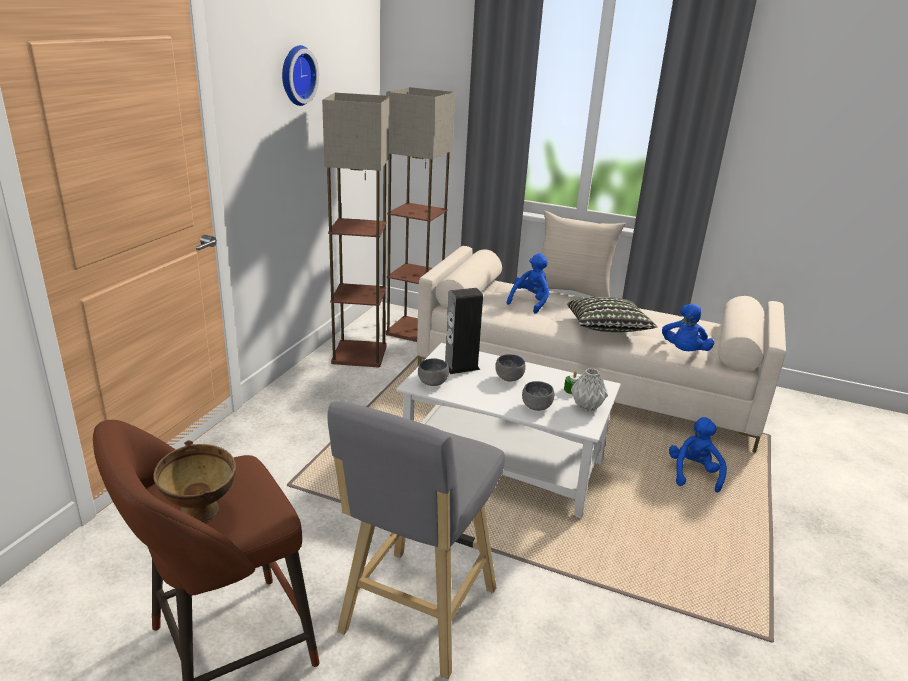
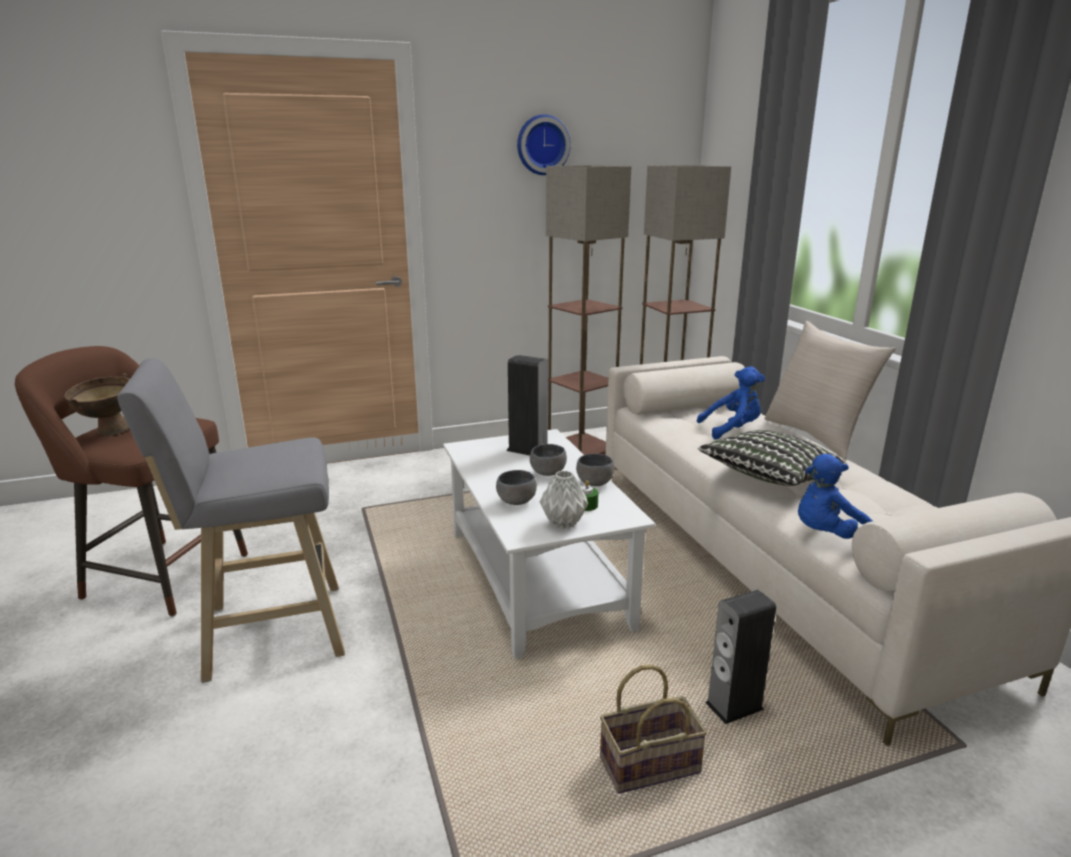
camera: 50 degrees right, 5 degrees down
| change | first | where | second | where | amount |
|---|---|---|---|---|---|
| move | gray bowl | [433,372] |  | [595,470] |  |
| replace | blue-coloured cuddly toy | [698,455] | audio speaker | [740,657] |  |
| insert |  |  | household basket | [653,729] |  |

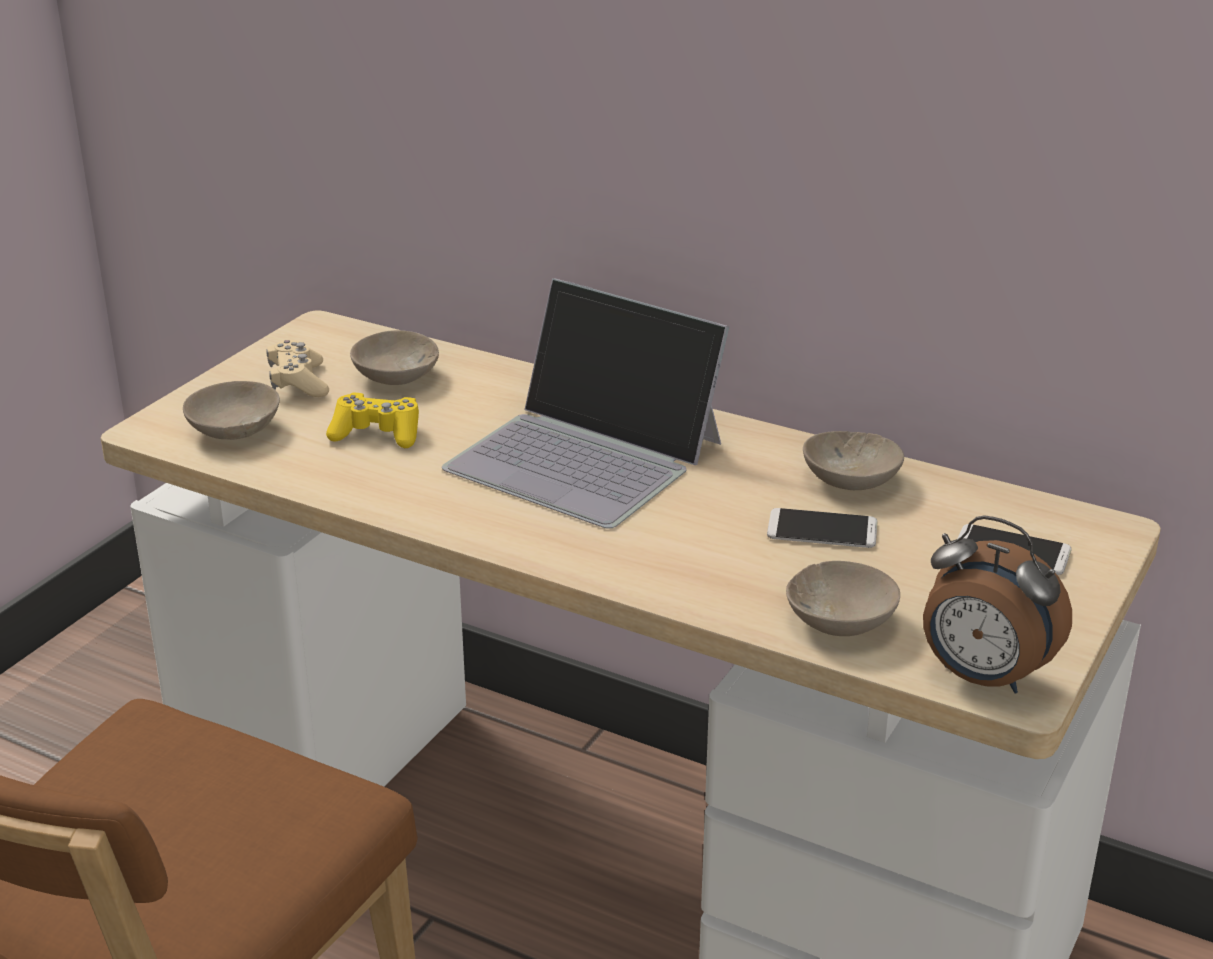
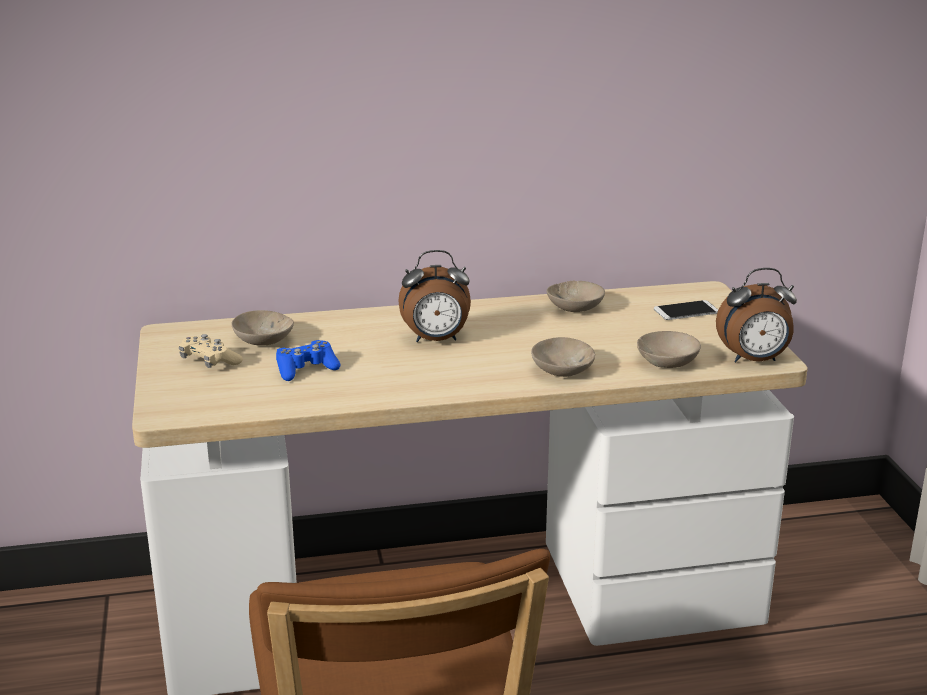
camera: 40 degrees left, 5 degrees down
| change | first | where | second | where | amount |
|---|---|---|---|---|---|
| move | sand-coloured bowl | [231,410] |  | [563,357] |  |
| recolor | yellow game controller | [372,420] | blue-coloured game controller | [308,360] |  |
| replace | laptop | [586,403] | table clock | [434,296] |  |
| delete | telephone | [822,528] |  |  |  |

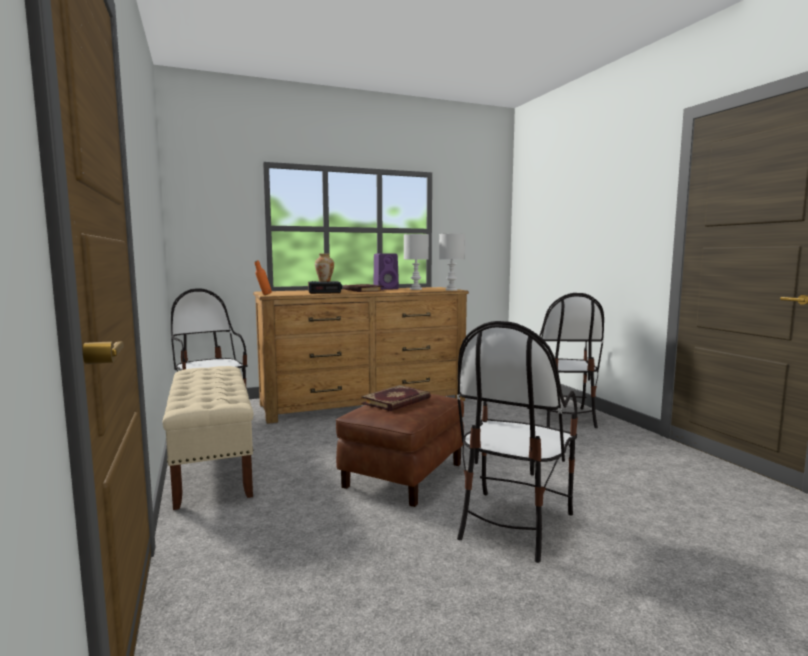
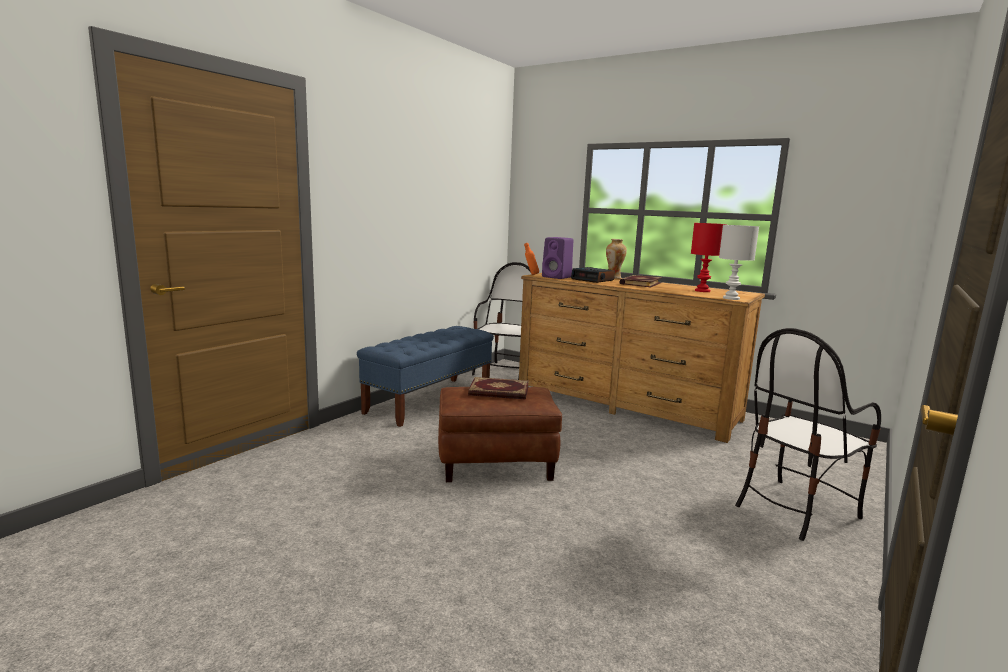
camera: 55 degrees right, 5 degrees up
| change | first | where | second | where | amount |
|---|---|---|---|---|---|
| recolor | sand-coloured indoor bench | [208,438] | blue-coloured indoor bench | [425,376] |  |
| move | purplish audio speaker | [386,271] |  | [557,258] |  |
| recolor | whitish lamp for a table | [416,262] | red-coloured lamp for a table | [709,257] |  |
| delete | plain chair | [517,442] |  |  |  |

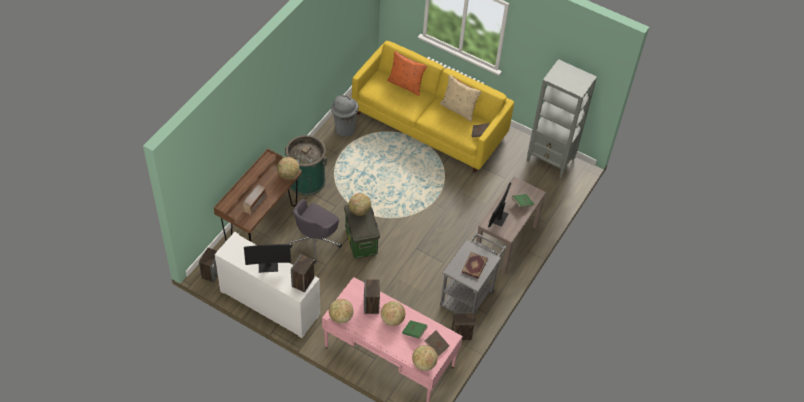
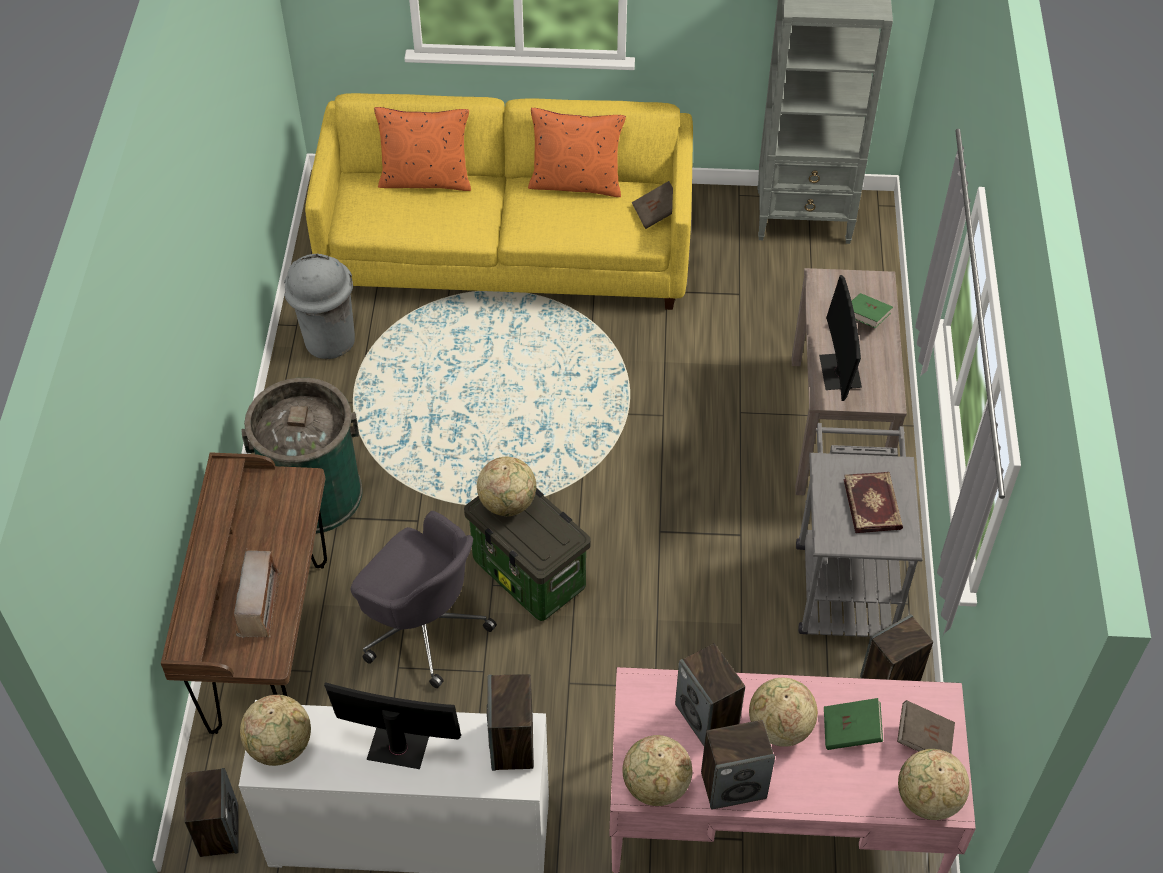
camera: 25 degrees left, 0 degrees up
| change | first | where | second | where | amount |
|---|---|---|---|---|---|
| rotate | computer display | [267,258] |  | [392,725] | 135 degrees counterclockwise |
| move | globe | [288,168] |  | [275,730] |  |
| rotate | gray office chair | [315,231] |  | [424,599] | 60 degrees counterclockwise |
| recolor | sand-coloured throw pillow | [461,98] | orange throw pillow | [577,152] |  |
| insert |  |  | audio speaker | [738,765] |  |

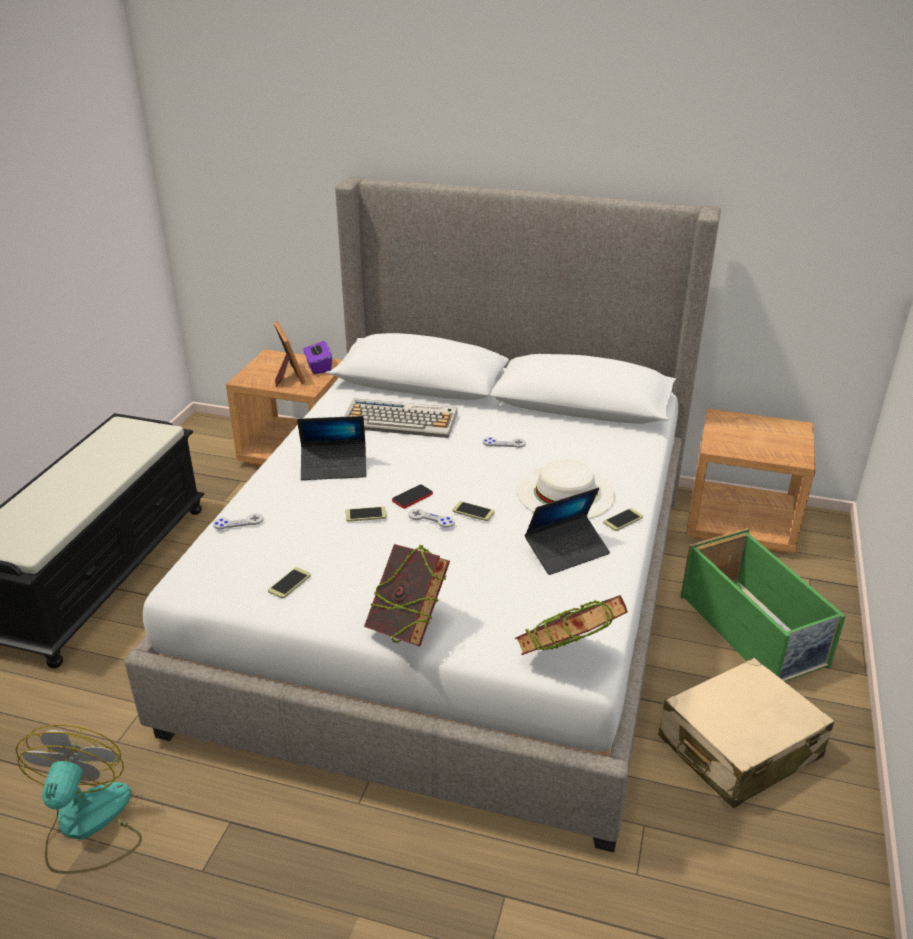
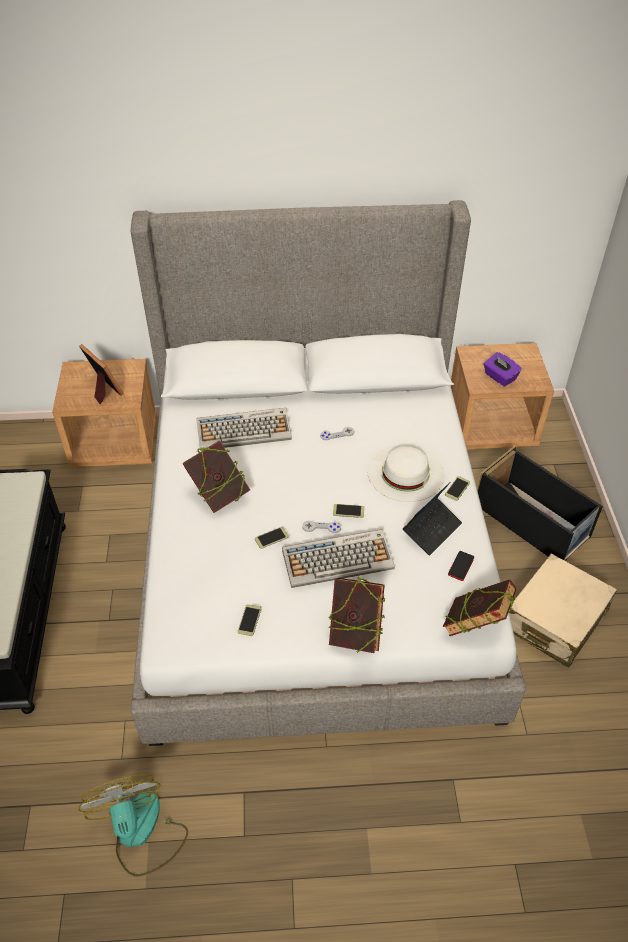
camera: 20 degrees left, 15 degrees up
| change | first | where | second | where | amount |
|---|---|---|---|---|---|
| delete | gray game controller | [238,521] |  |  |  |
| replace | laptop | [331,448] | volume | [216,477] |  |
| move | purplish tissue holder | [317,357] |  | [502,369] |  |
| move | telephone | [412,496] |  | [461,566] |  |
| recolor | greenish storage bin | [763,605] | blackish storage bin | [540,503] |  |
| insert |  |  | keyboard | [338,558] |  |

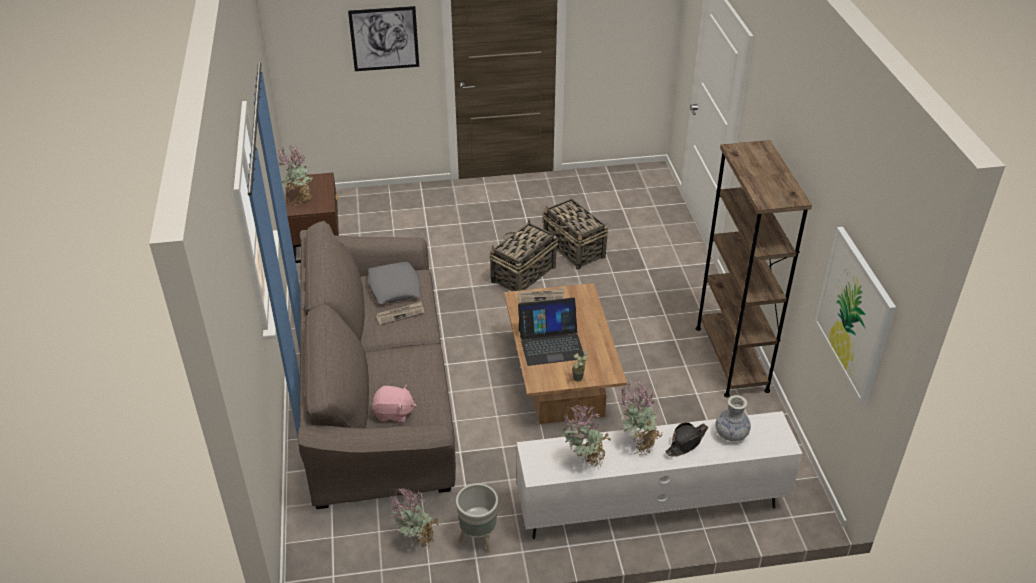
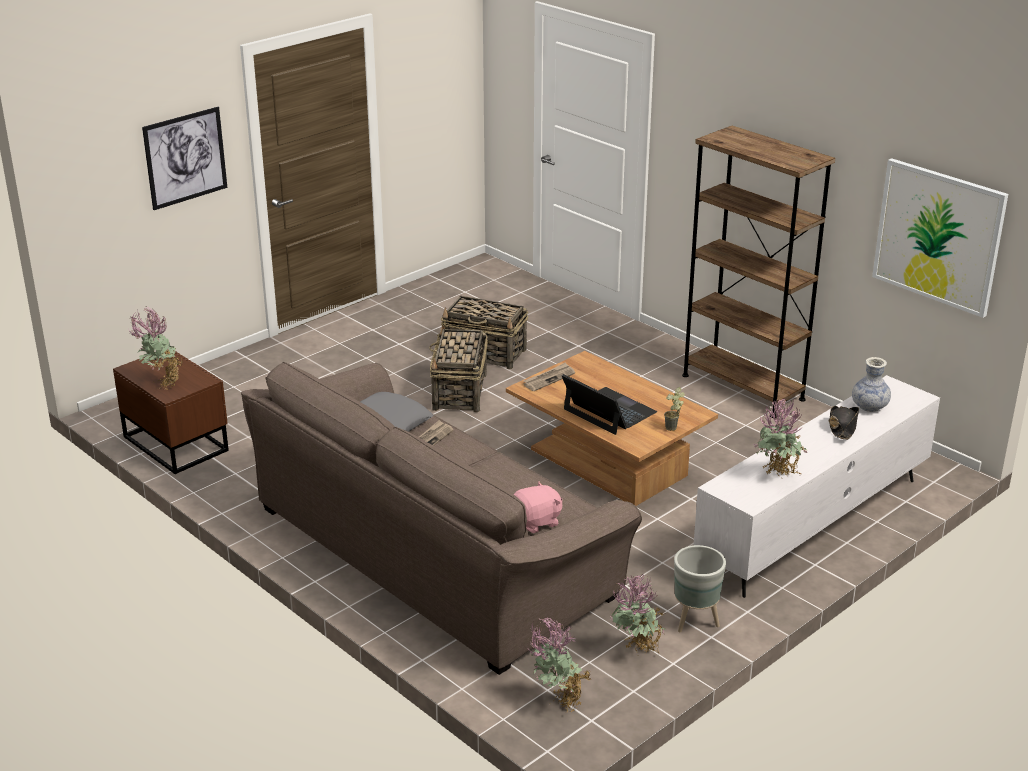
camera: 35 degrees left, 10 degrees down
| change | first | where | second | where | amount |
|---|---|---|---|---|---|
| rotate | laptop | [551,332] |  | [609,404] | 90 degrees counterclockwise |
| move | plant in a pot | [639,417] |  | [560,665] |  |

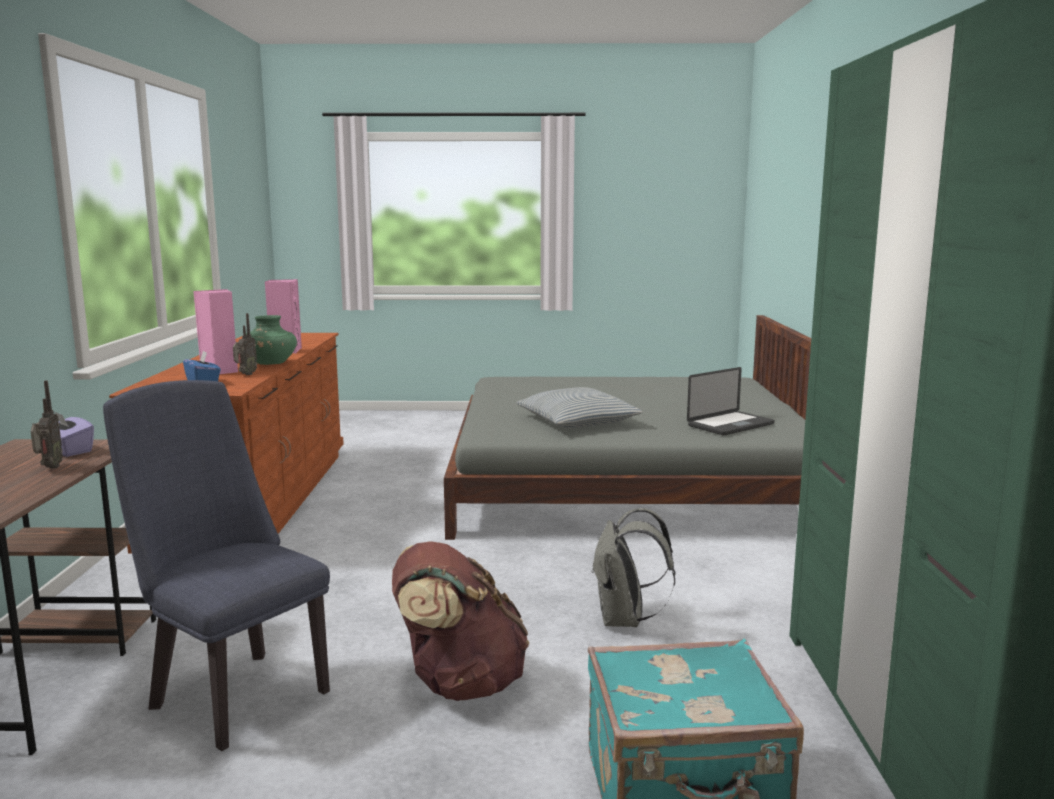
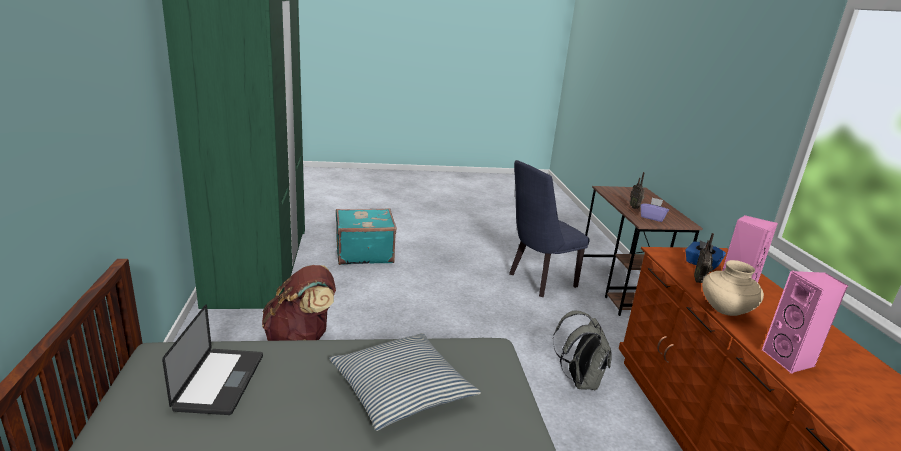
camera: 170 degrees right, 10 degrees up
| change | first | where | second | where | amount |
|---|---|---|---|---|---|
| rotate | blue-coloured plain chair | [216,565] |  | [549,228] | 120 degrees clockwise |
| recolor | greenish flower vase | [271,340] | sand-coloured flower vase | [733,288] |  |
| move | brownish knapsack | [460,621] |  | [299,303] |  |
| move | gray knapsack | [633,567] |  | [582,350] |  |
| rotate | laptop | [731,401] |  | [212,360] | 135 degrees clockwise |

